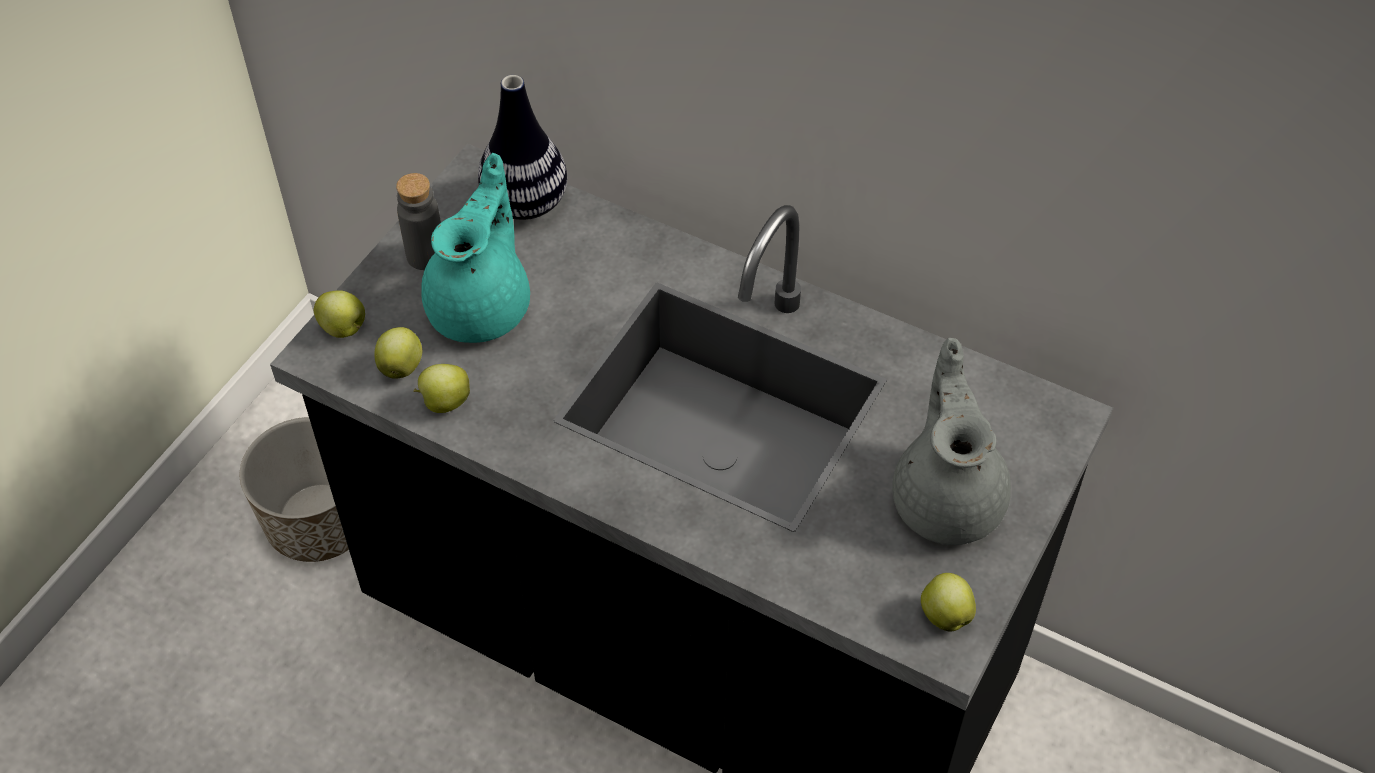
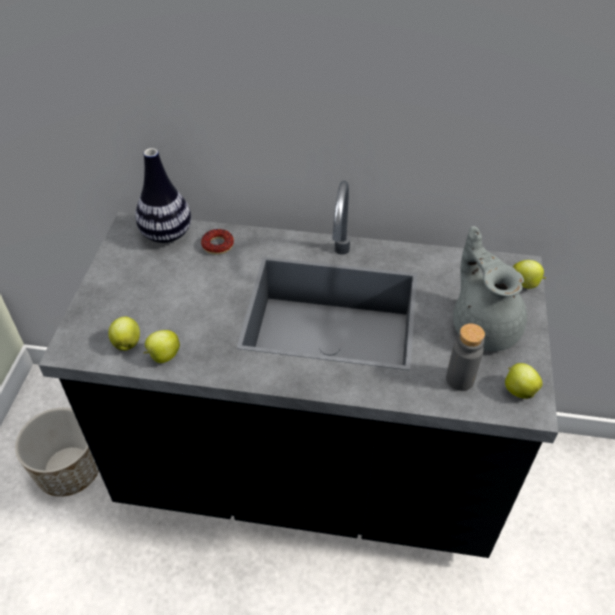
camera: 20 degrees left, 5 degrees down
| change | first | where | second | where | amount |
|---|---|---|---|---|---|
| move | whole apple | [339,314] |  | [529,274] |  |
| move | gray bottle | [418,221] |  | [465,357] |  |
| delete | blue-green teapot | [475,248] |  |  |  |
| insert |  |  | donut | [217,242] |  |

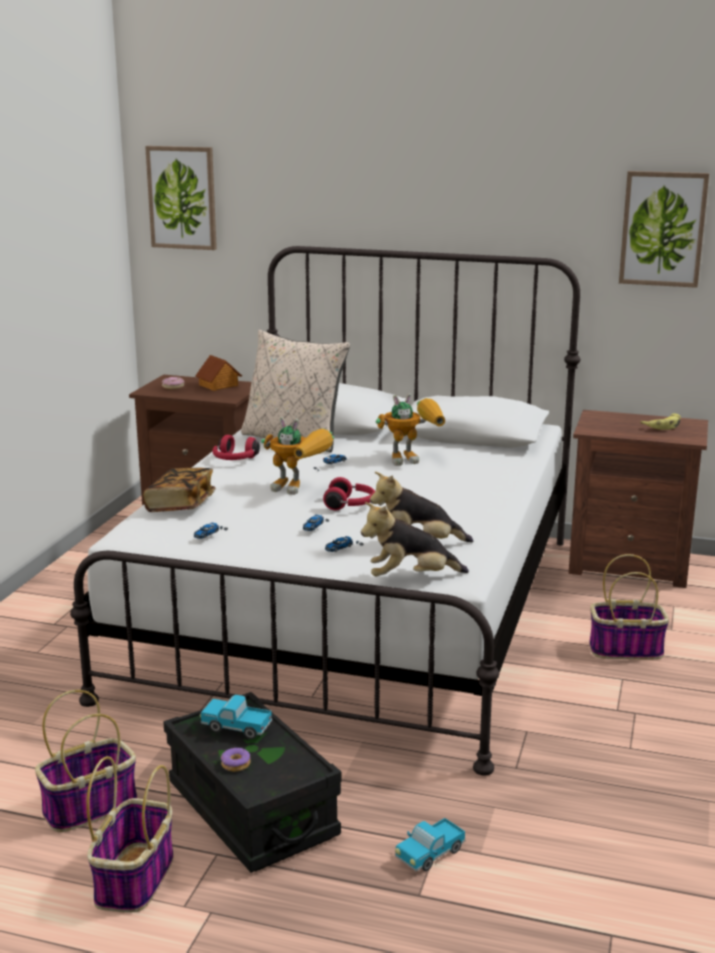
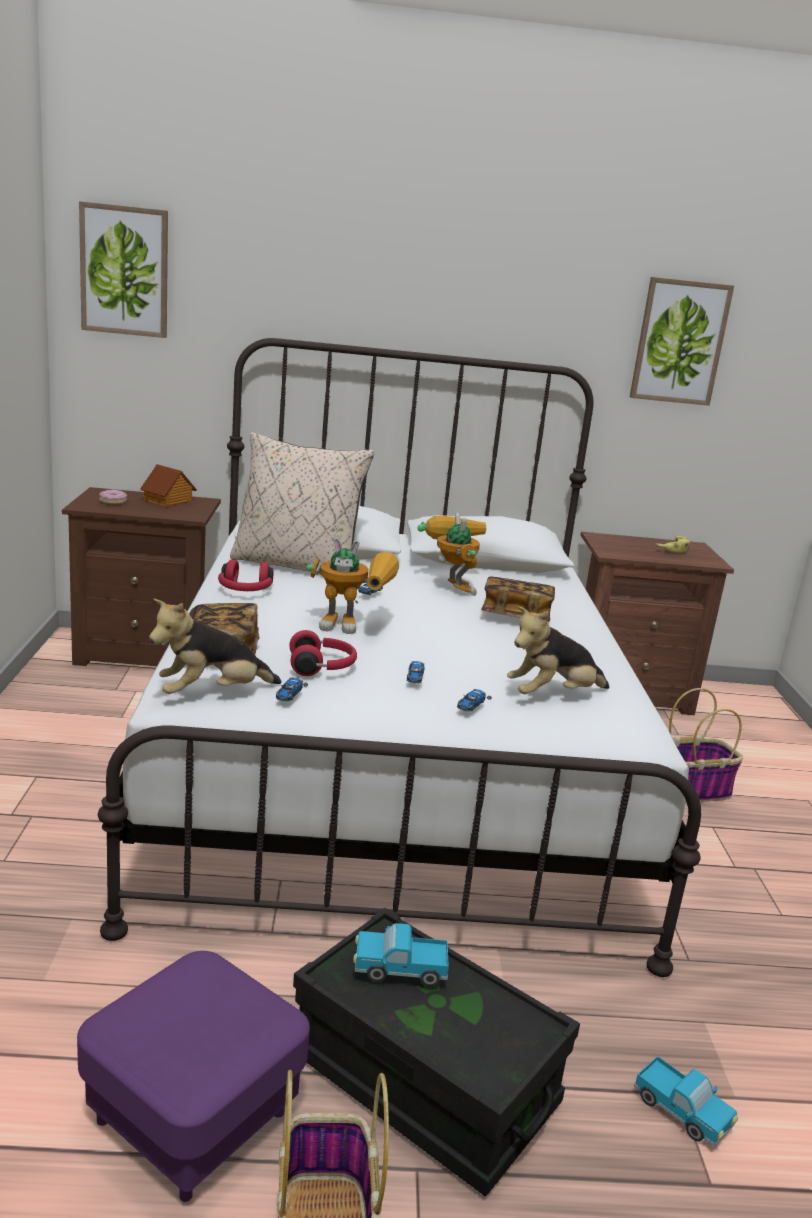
camera: 20 degrees left, 0 degrees up
| change | first | where | second | where | amount |
|---|---|---|---|---|---|
| replace | household basket | [86,761] | purplish ottoman | [193,1076] |  |
| delete | donut | [236,759] |  |  |  |
| move | red-coloured headphones | [349,493] |  | [323,653] |  |
| move | cuddly toy | [415,539] |  | [215,646] |  |
| rotate | model robot | [410,430] |  | [451,554] | 75 degrees counterclockwise |
| rotate | toy truck | [430,844] |  | [686,1101] | 75 degrees counterclockwise |
| insert |  |  | volume | [518,599] |  |

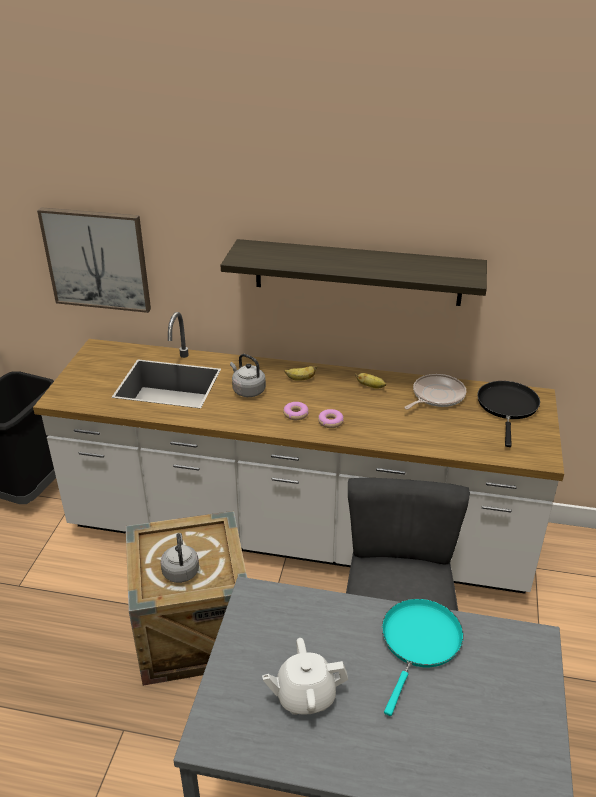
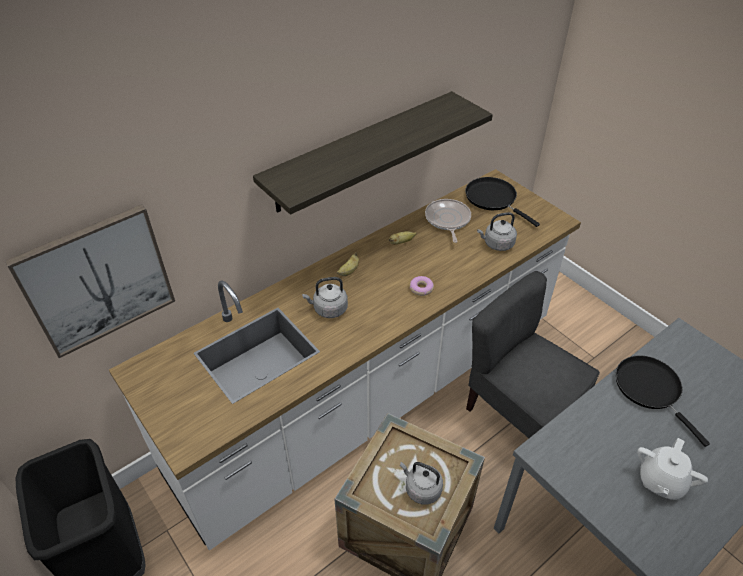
camera: 50 degrees left, 10 degrees up
| change | first | where | second | where | amount |
|---|---|---|---|---|---|
| delete | donut | [296,411] |  |  |  |
| recolor | blue-green frying pan | [423,657] | blackish frying pan | [663,401] |  |
| insert |  |  | gray kettle | [497,231] |  |

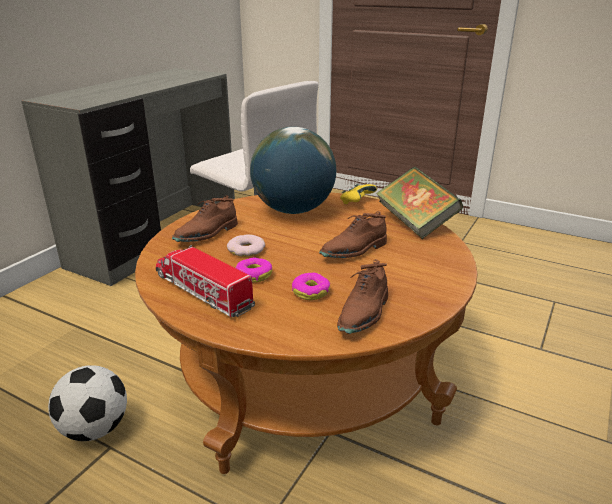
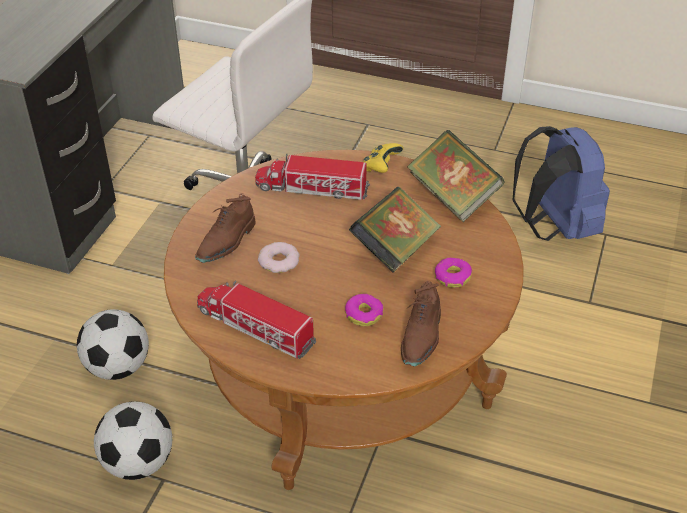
camera: 10 degrees left, 15 degrees up
| change | first | where | second | where | amount |
|---|---|---|---|---|---|
| move | donut | [253,270] |  | [453,273] |  |
| replace | globe | [293,170] | toy truck | [312,177] |  |
| replace | brownish item of footwear | [353,234] | volume | [395,230] |  |
| insert |  |  | football | [113,344] |  |
| insert |  |  | blue-coloured knapsack | [561,183] |  |

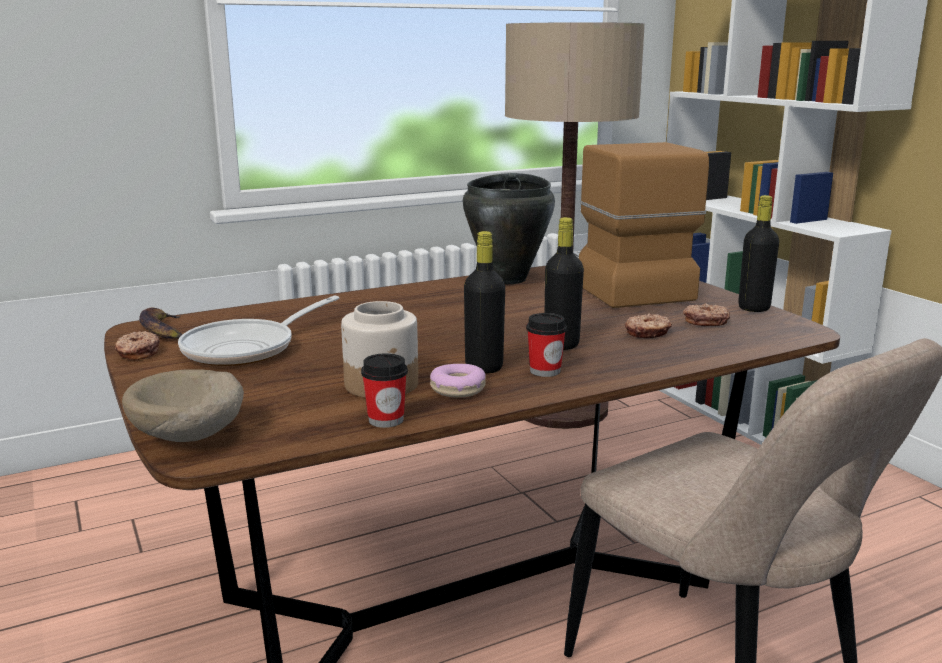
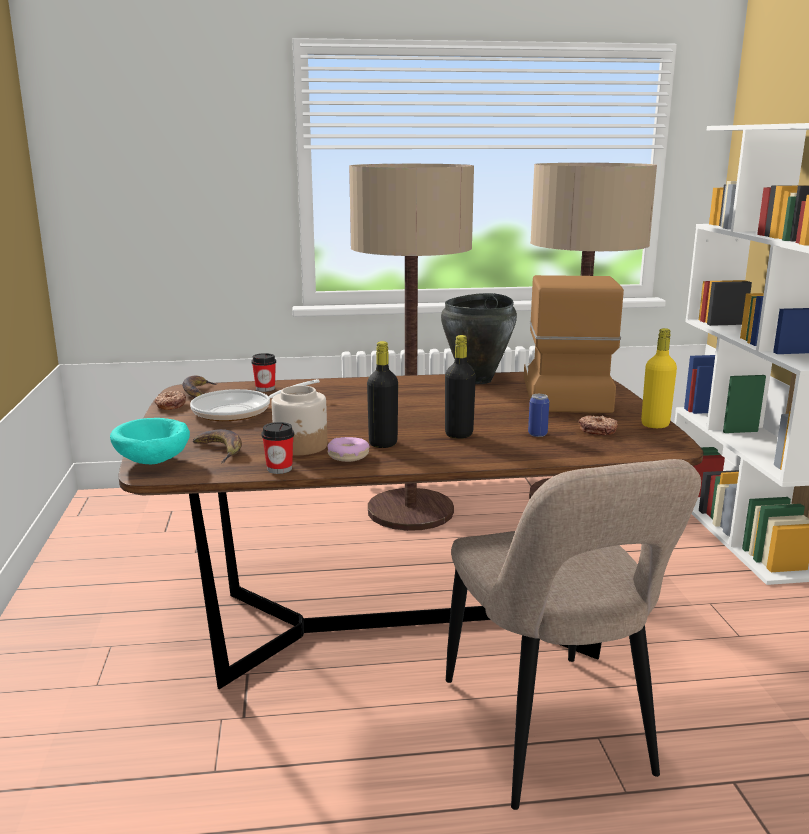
camera: 20 degrees right, 0 degrees up
| change | first | where | second | where | amount |
|---|---|---|---|---|---|
| recolor | sand-coloured bowl | [183,405] | blue-green bowl | [150,441] |  |
| move | cup | [546,345] |  | [263,372] |  |
| replace | donut | [648,325] | sealed can | [538,415] |  |
| recolor | blackish bottle | [758,253] | yellow bottle | [659,378] |  |
| insert |  |  | whole banana | [217,446] |  |
| insert |  |  | floor lamp | [411,347] |  |

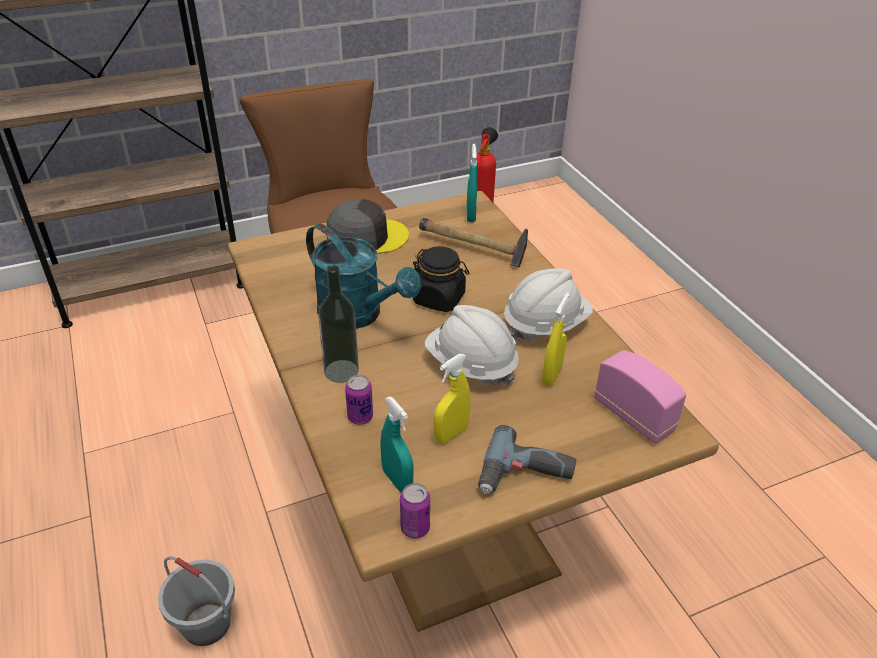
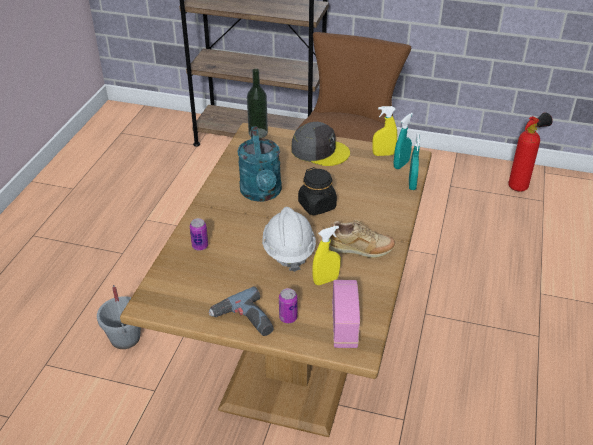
camera: 40 degrees right, 0 degrees up
| change | first | where | second | where | amount |
|---|---|---|---|---|---|
| move | bottle | [338,324] |  | [257,103] |  |
| move | blue-green spray bottle | [397,444] |  | [414,161] |  |
| move | sealed can | [415,511] |  | [288,305] |  |
| delete | hand hammer | [473,242] |  |  |  |
| move | yellow spray bottle | [452,399] |  | [384,131] |  |
| replace | whitish safety helmet | [548,305] | sand-coloured item of footwear | [362,239] |  |

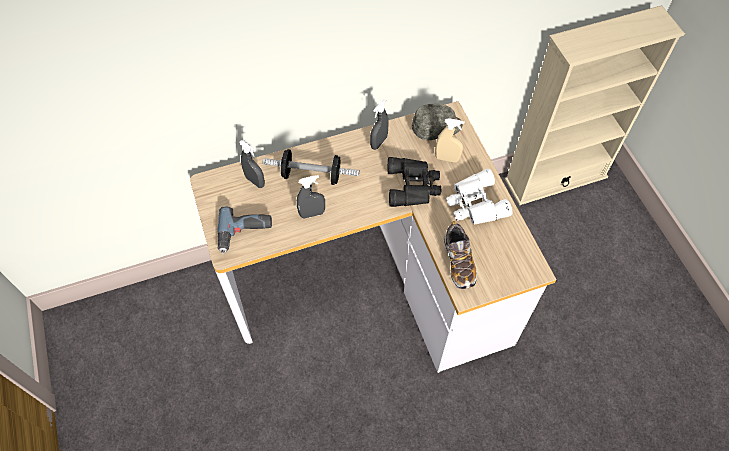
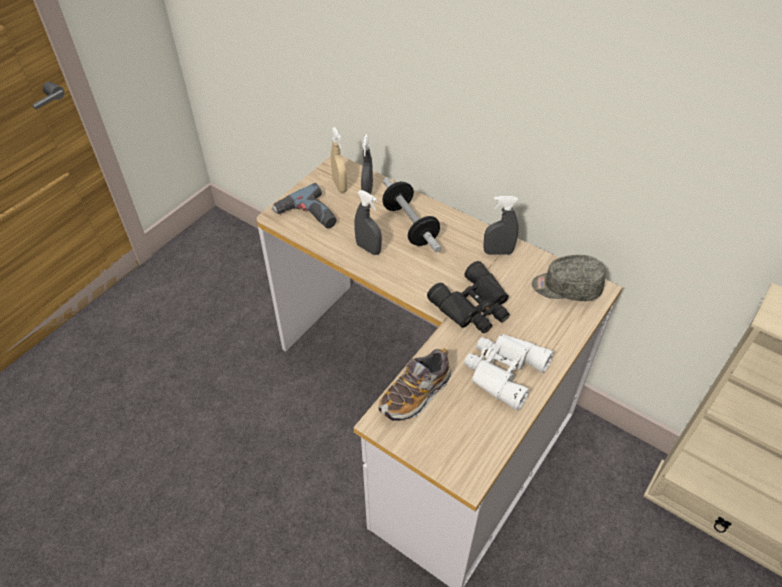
camera: 55 degrees right, 10 degrees down
| change | first | where | second | where | amount |
|---|---|---|---|---|---|
| rotate | gray baseball cap | [437,122] |  | [569,278] | 150 degrees clockwise |
| move | sand-coloured spray bottle | [450,140] |  | [339,160] |  |

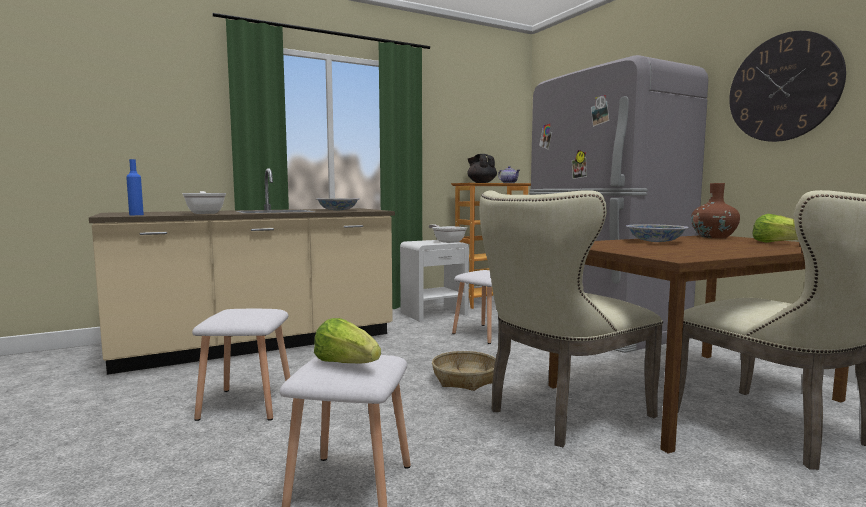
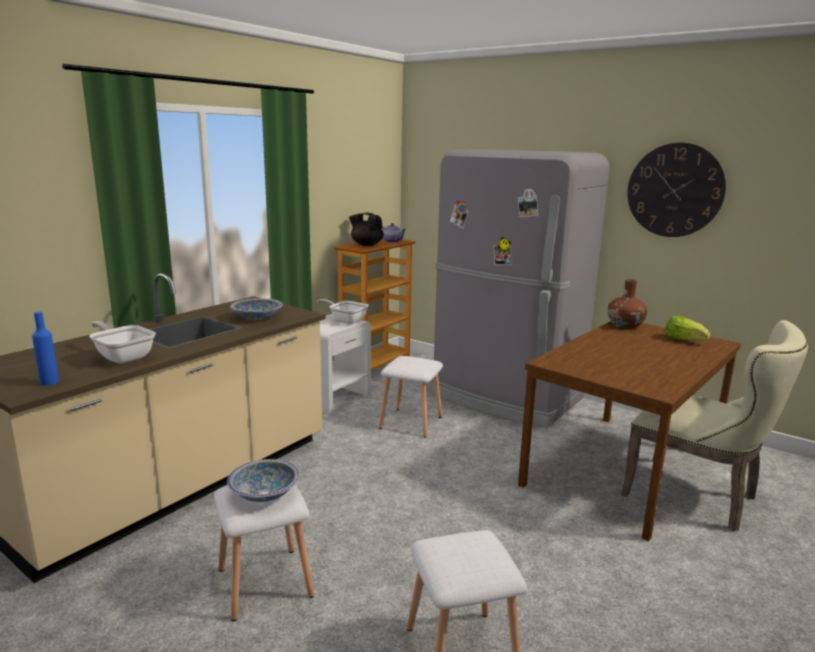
camera: 25 degrees left, 10 degrees up
| change | first | where | second | where | amount |
|---|---|---|---|---|---|
| delete | head of lettuce | [347,340] |  |  |  |
| delete | household basket | [464,371] |  |  |  |
| delete | sand-coloured plain chair | [571,318] |  |  |  |
| move | bowl | [657,233] |  | [263,480] |  |

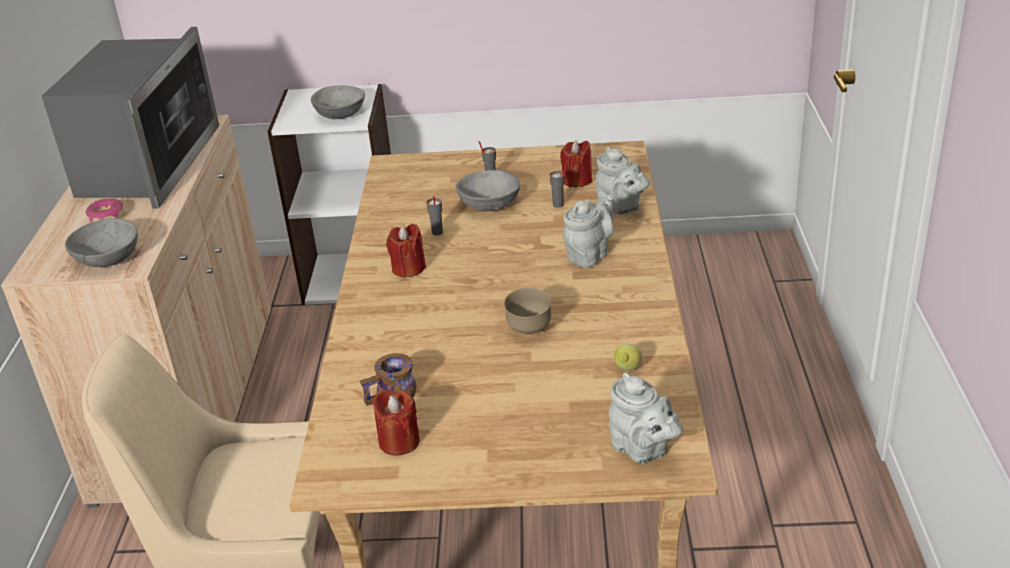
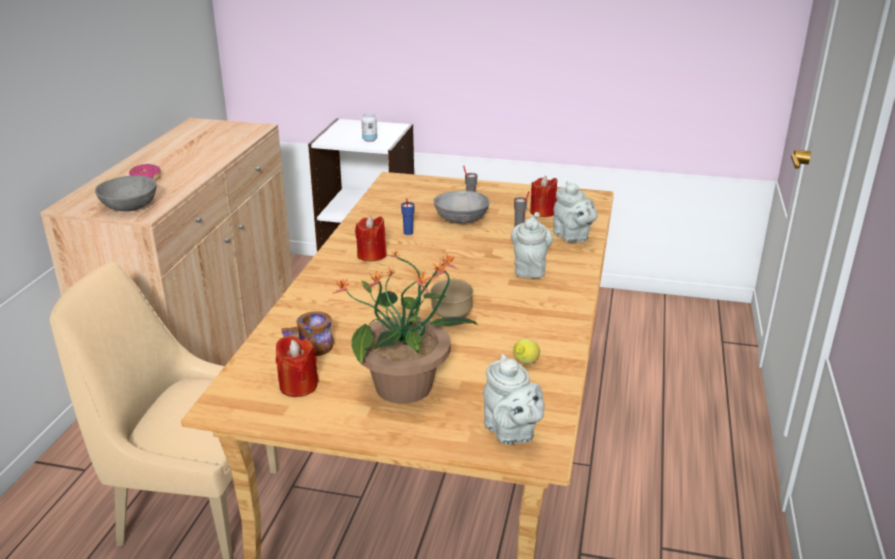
camera: 10 degrees right, 5 degrees down
| change | first | where | second | where | amount |
|---|---|---|---|---|---|
| delete | kitchen microwave | [130,118] |  |  |  |
| replace | gray bowl | [338,102] | sealed can | [369,127] |  |
| recolor | gray cup | [434,215] | blue-coloured cup | [408,216] |  |
| rotate | gray teapot | [588,231] |  | [532,245] | 45 degrees counterclockwise |
| insert |  |  | plant in a pot | [405,326] |  |

